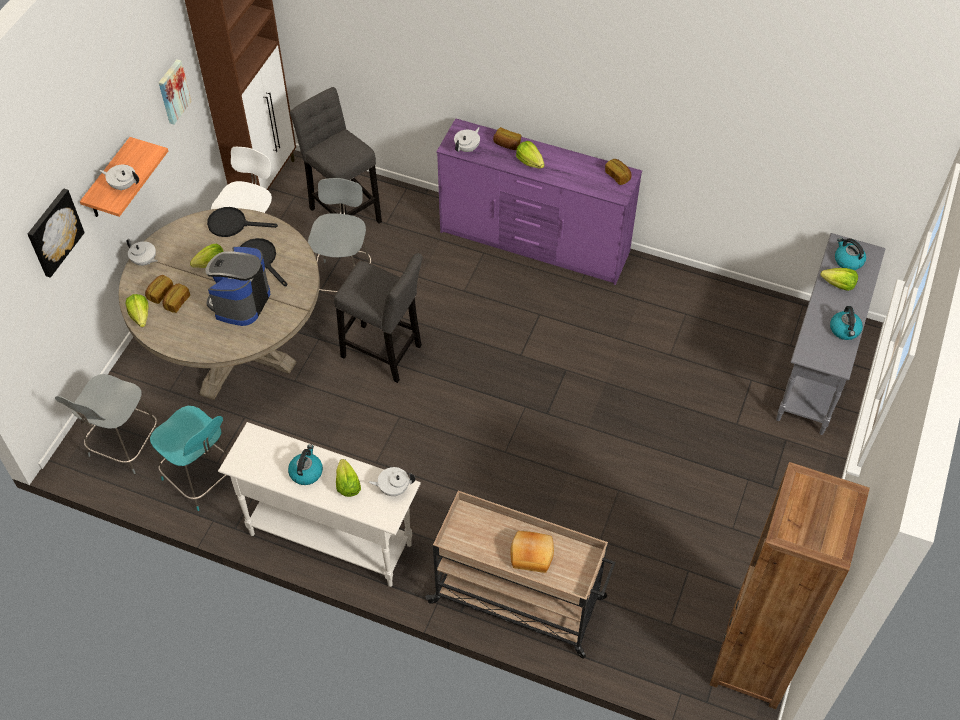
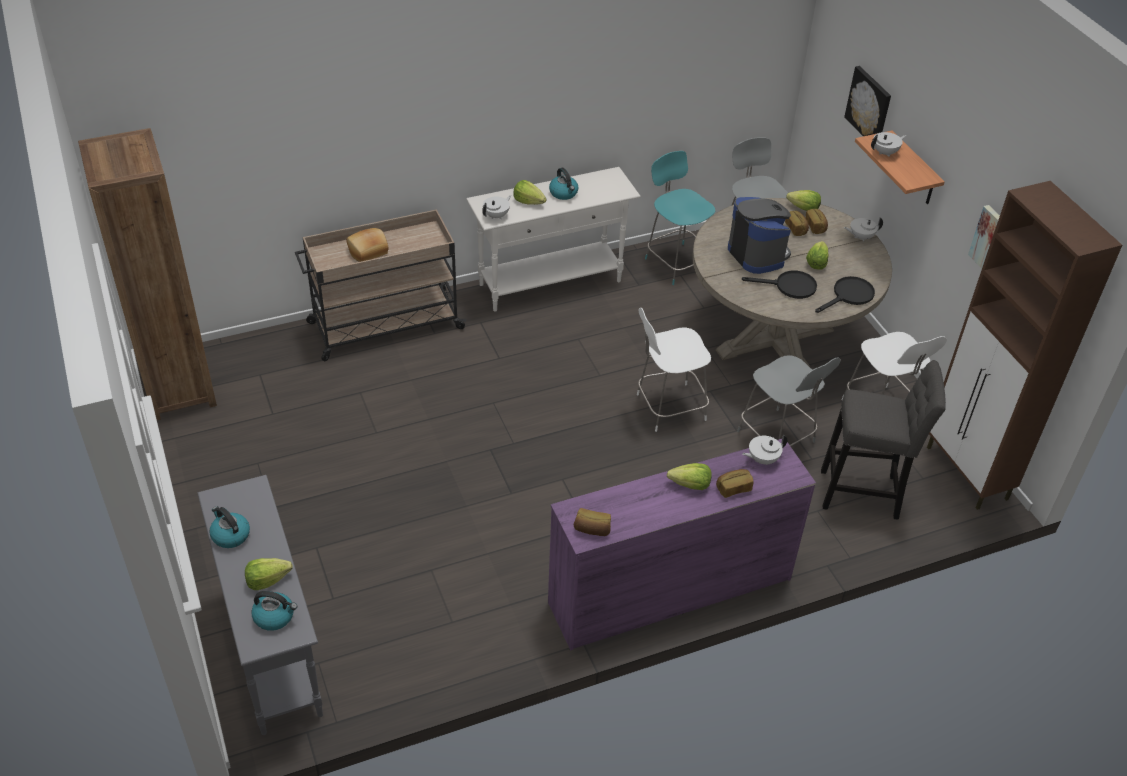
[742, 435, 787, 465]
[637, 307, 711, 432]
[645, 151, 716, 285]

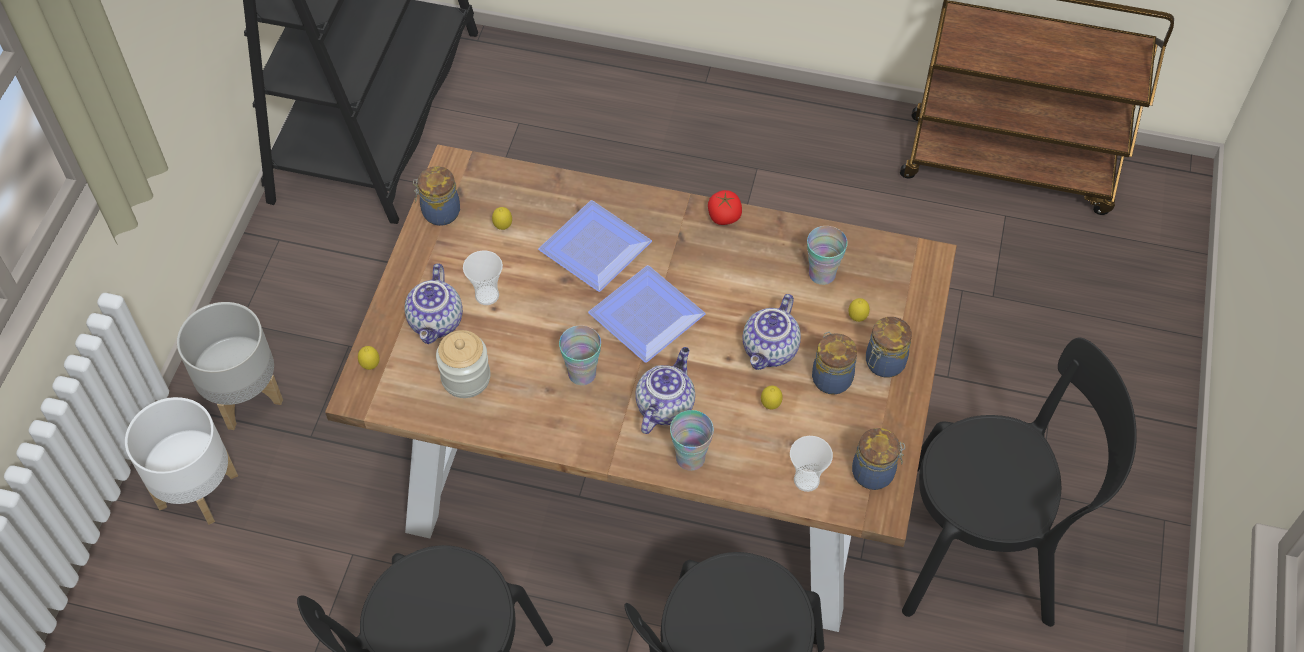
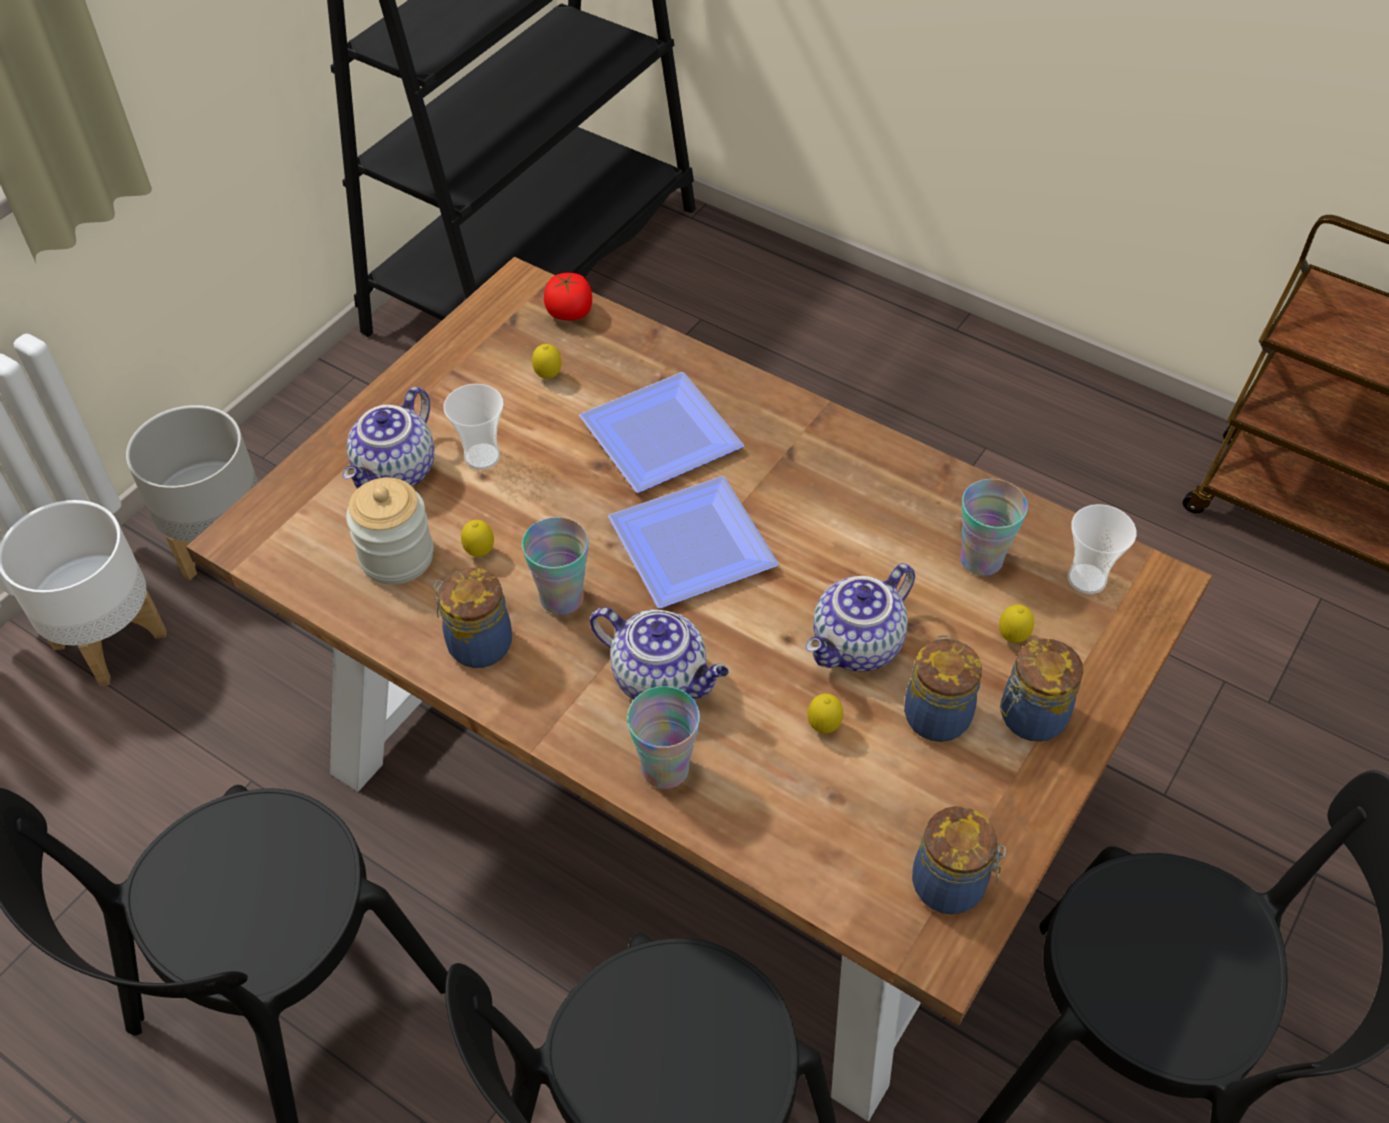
[433, 568, 512, 668]
[544, 273, 592, 320]
[461, 520, 494, 557]
[590, 607, 729, 700]
[1068, 504, 1137, 594]

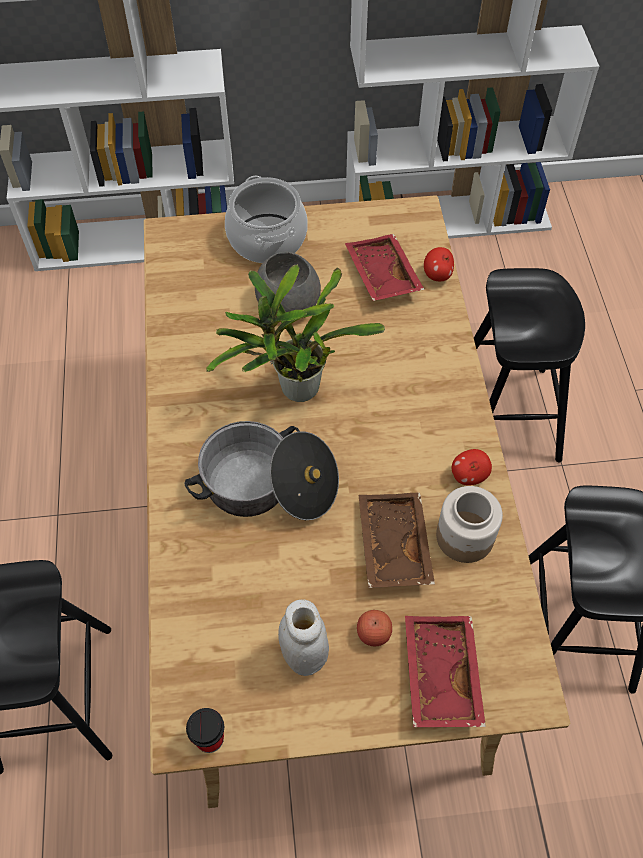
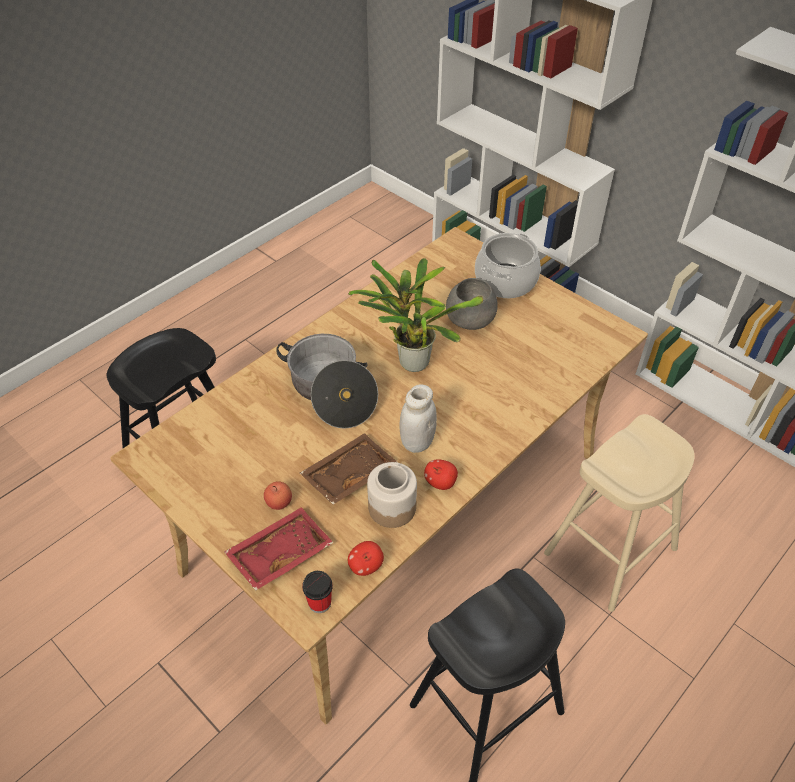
[345, 234, 425, 301] (first image)
[348, 541, 384, 576]
[544, 414, 695, 612]
[399, 384, 437, 453]
[302, 571, 333, 613]

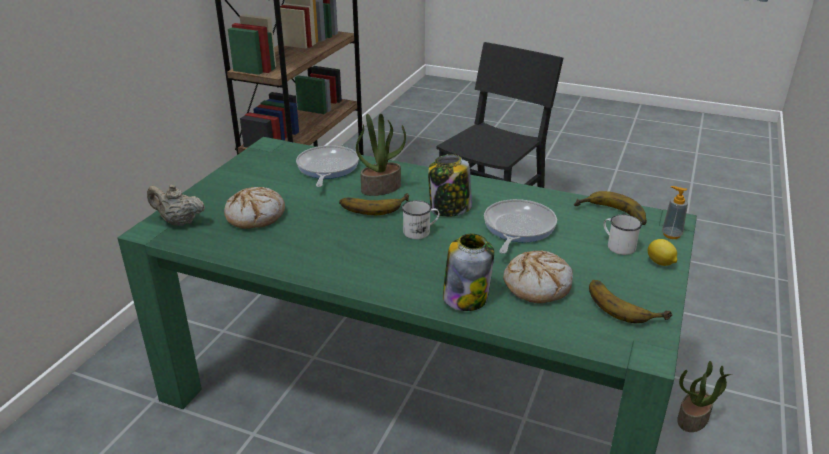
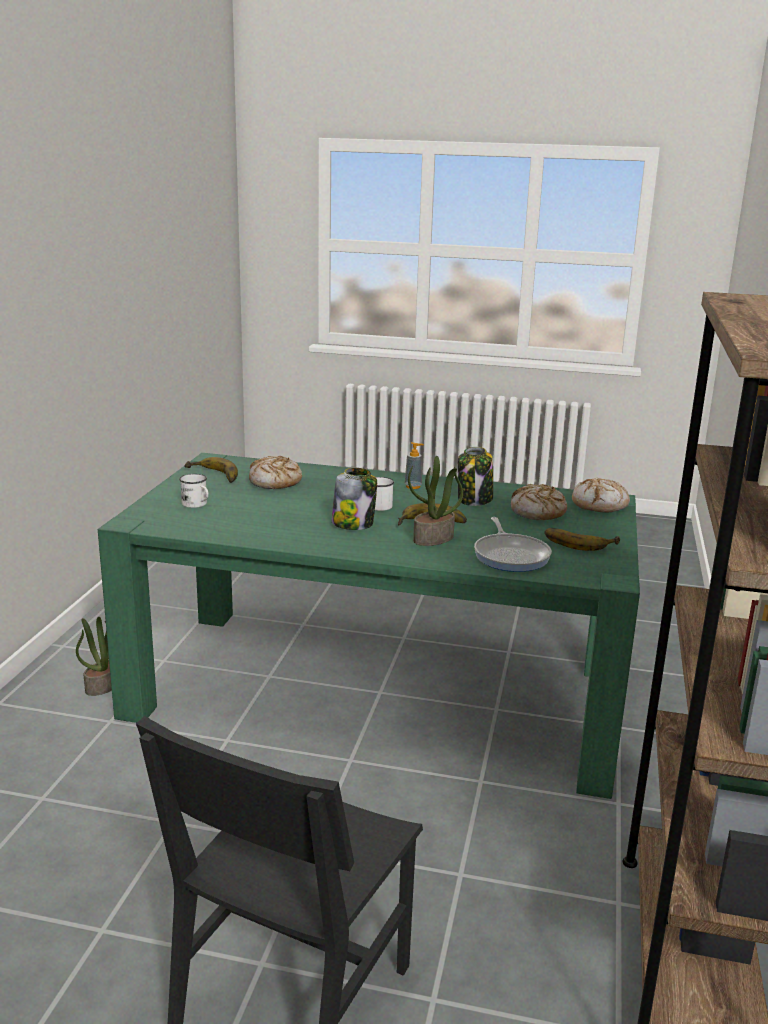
[572, 478, 630, 512]
[405, 442, 424, 489]
[544, 528, 620, 551]
[484, 199, 557, 254] (first image)
[458, 447, 493, 506]
[648, 239, 677, 266] (first image)

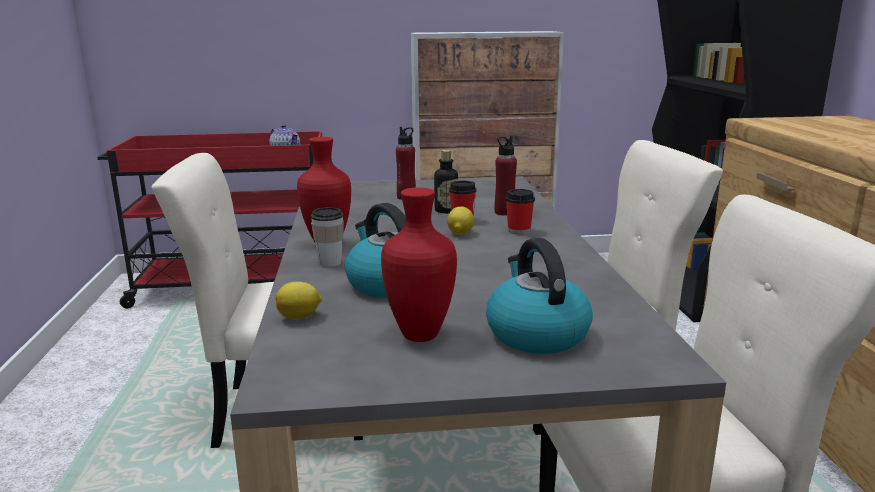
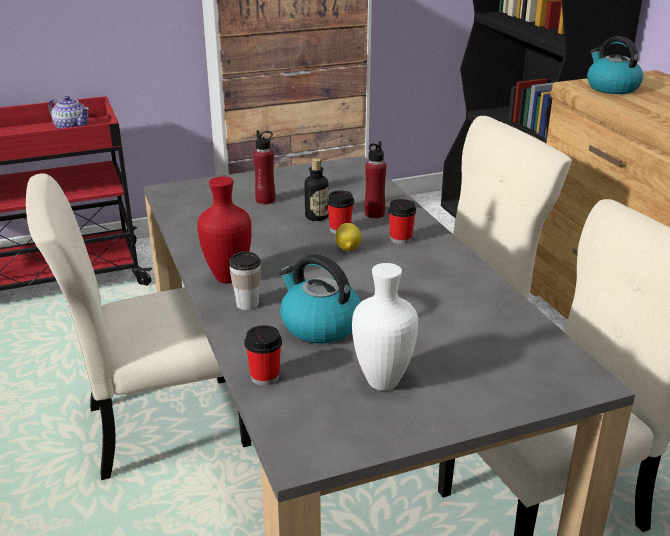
[352, 263, 418, 391]
[587, 36, 644, 94]
[245, 325, 282, 386]

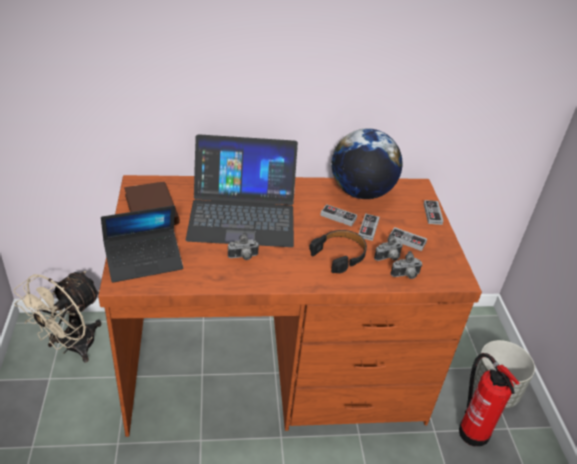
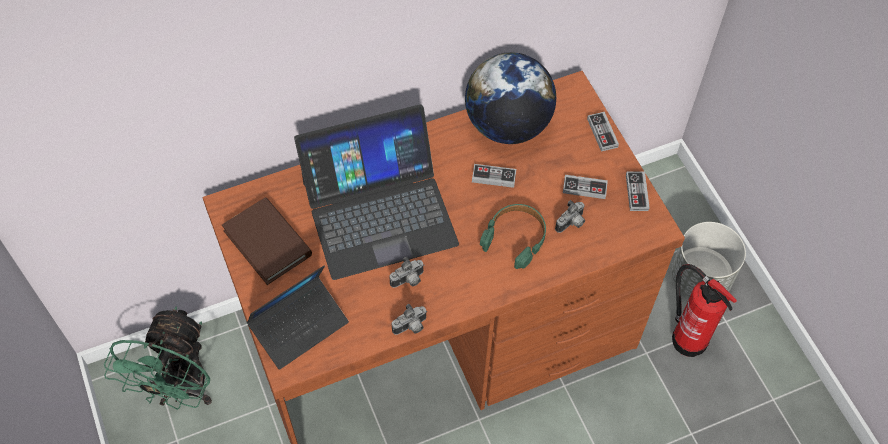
[626, 172, 650, 211]
[480, 204, 546, 269]
[392, 304, 427, 335]
[104, 306, 212, 410]

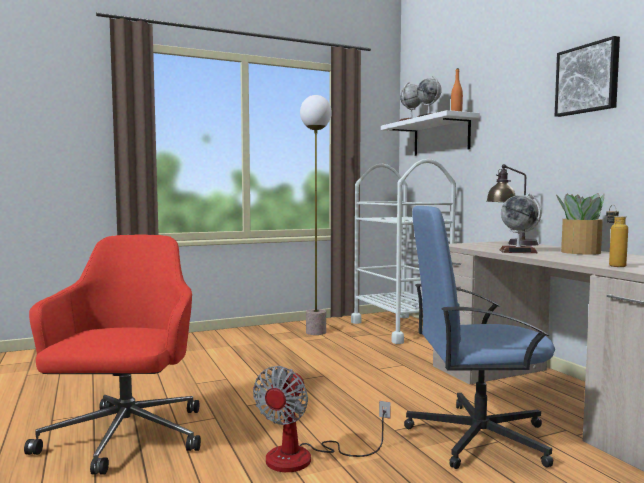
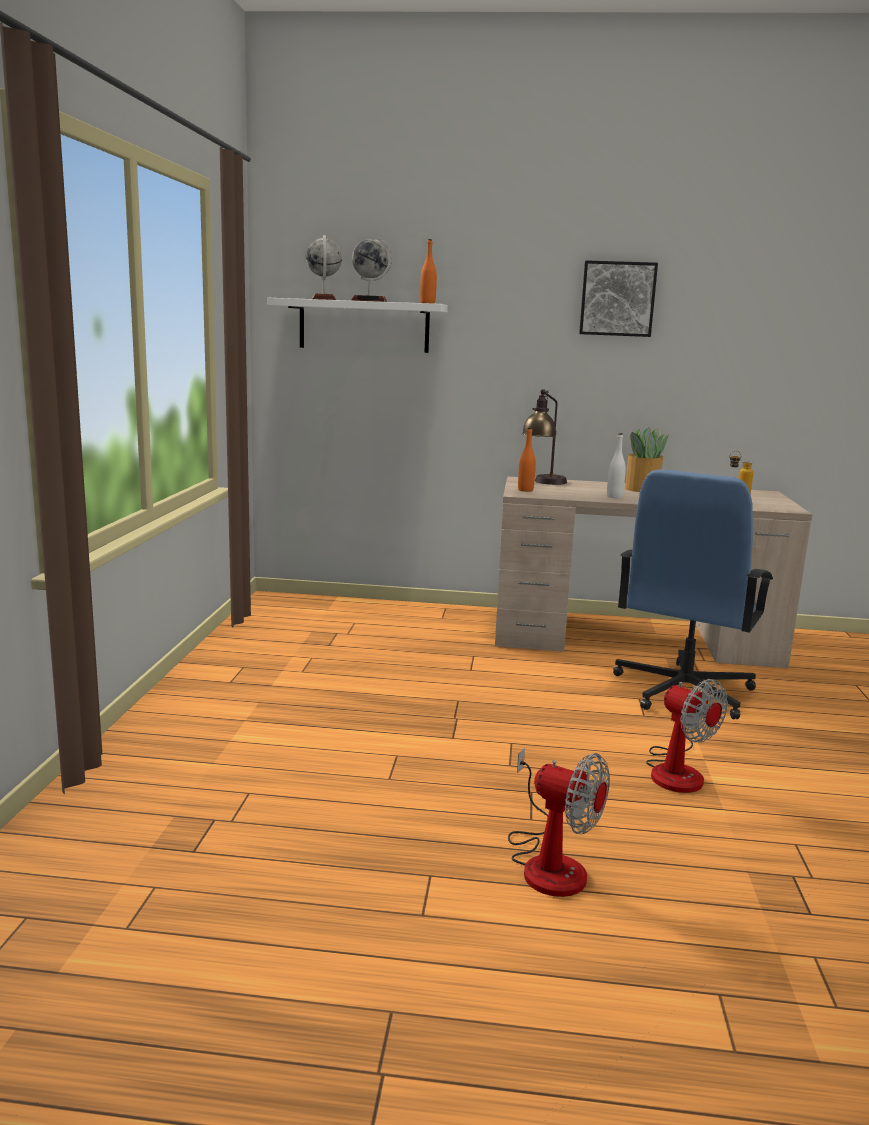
[300, 95, 332, 335] (first image)
[351, 159, 456, 344] (first image)
[607, 433, 626, 498]
[508, 748, 610, 897]
[518, 428, 536, 492]

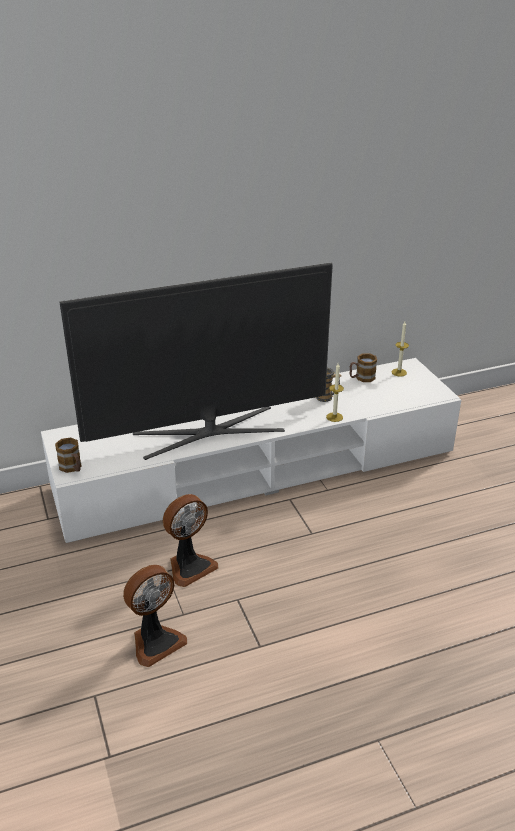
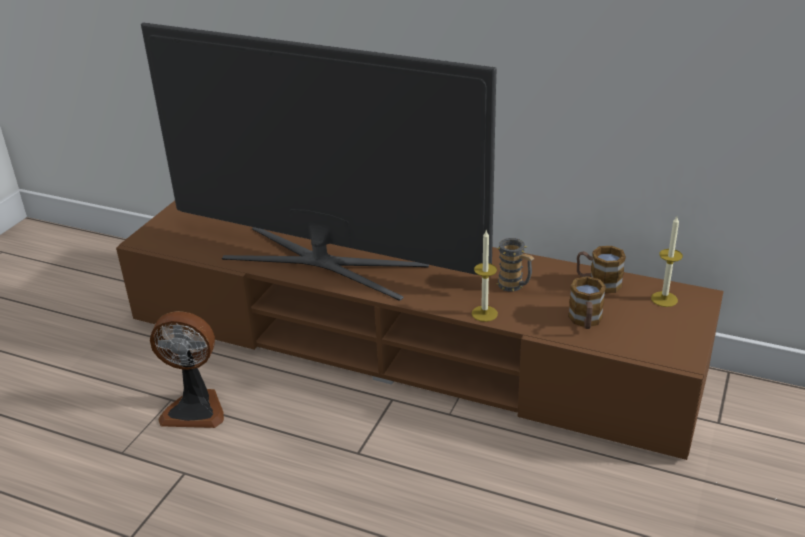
[116, 201, 724, 460]
[568, 276, 606, 329]
[123, 565, 187, 667] (first image)

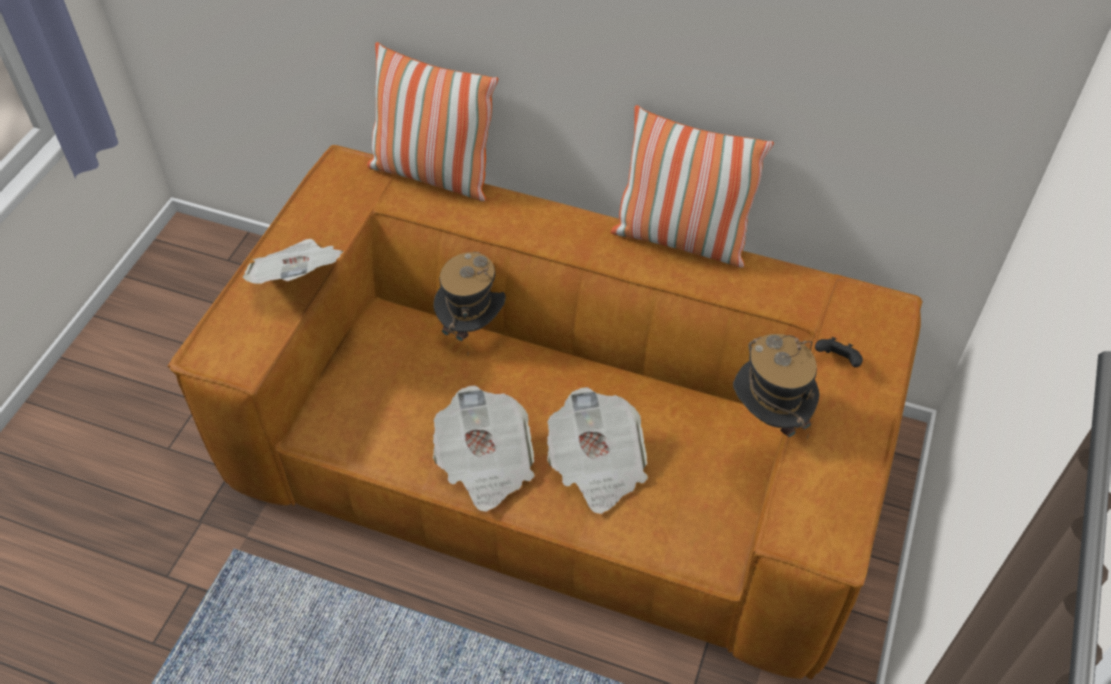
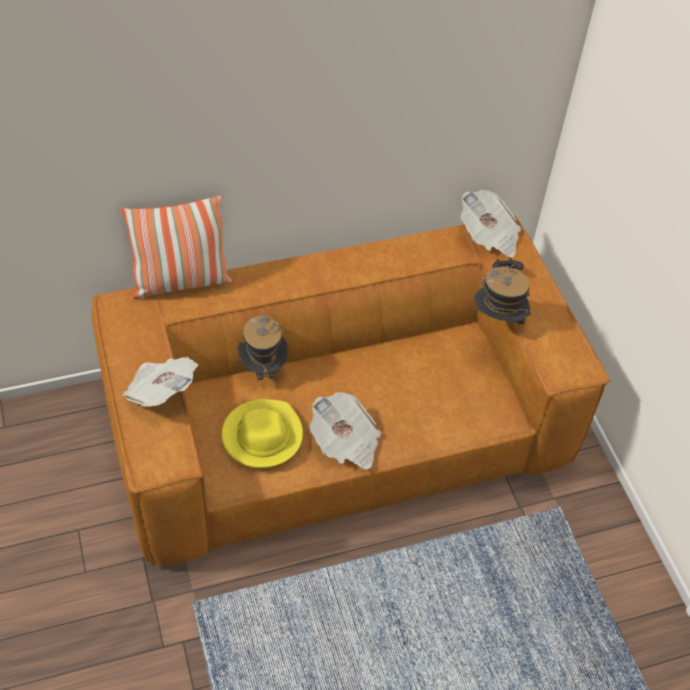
[611, 105, 774, 268] (first image)
[460, 190, 521, 257]
[221, 399, 303, 468]

